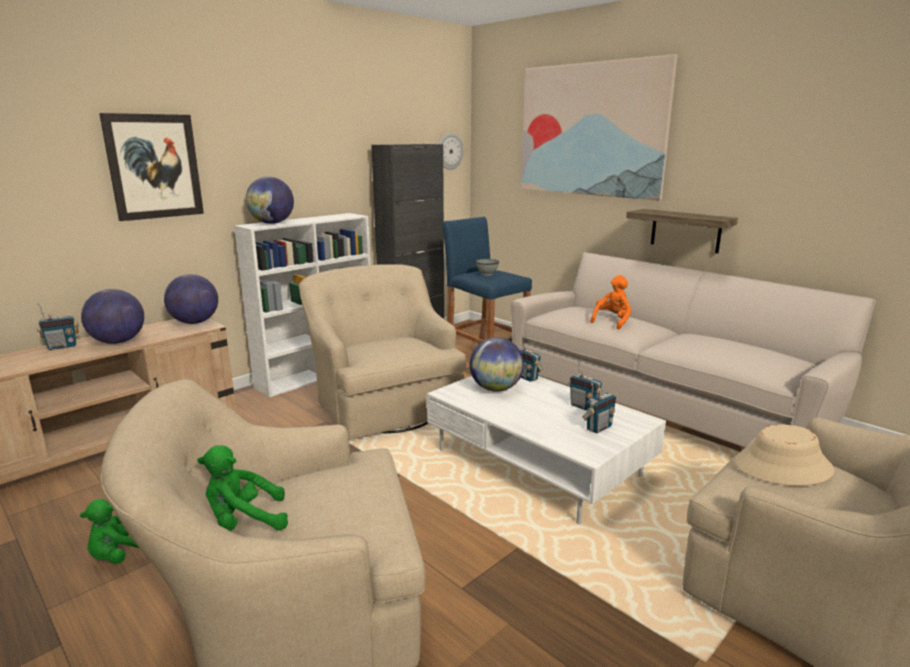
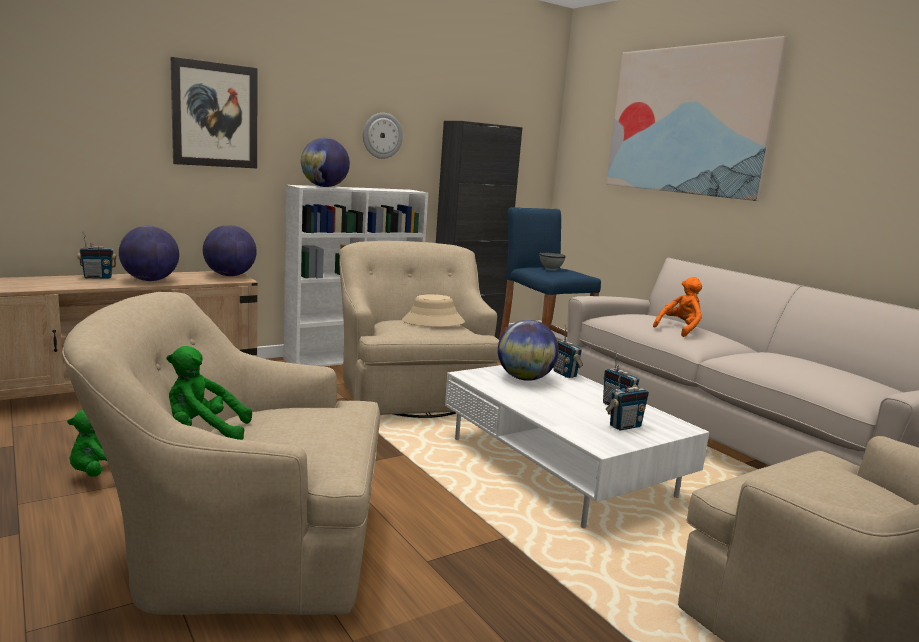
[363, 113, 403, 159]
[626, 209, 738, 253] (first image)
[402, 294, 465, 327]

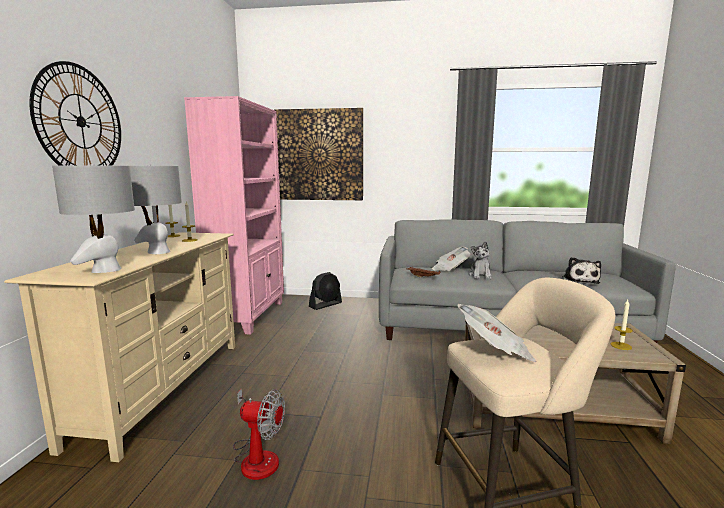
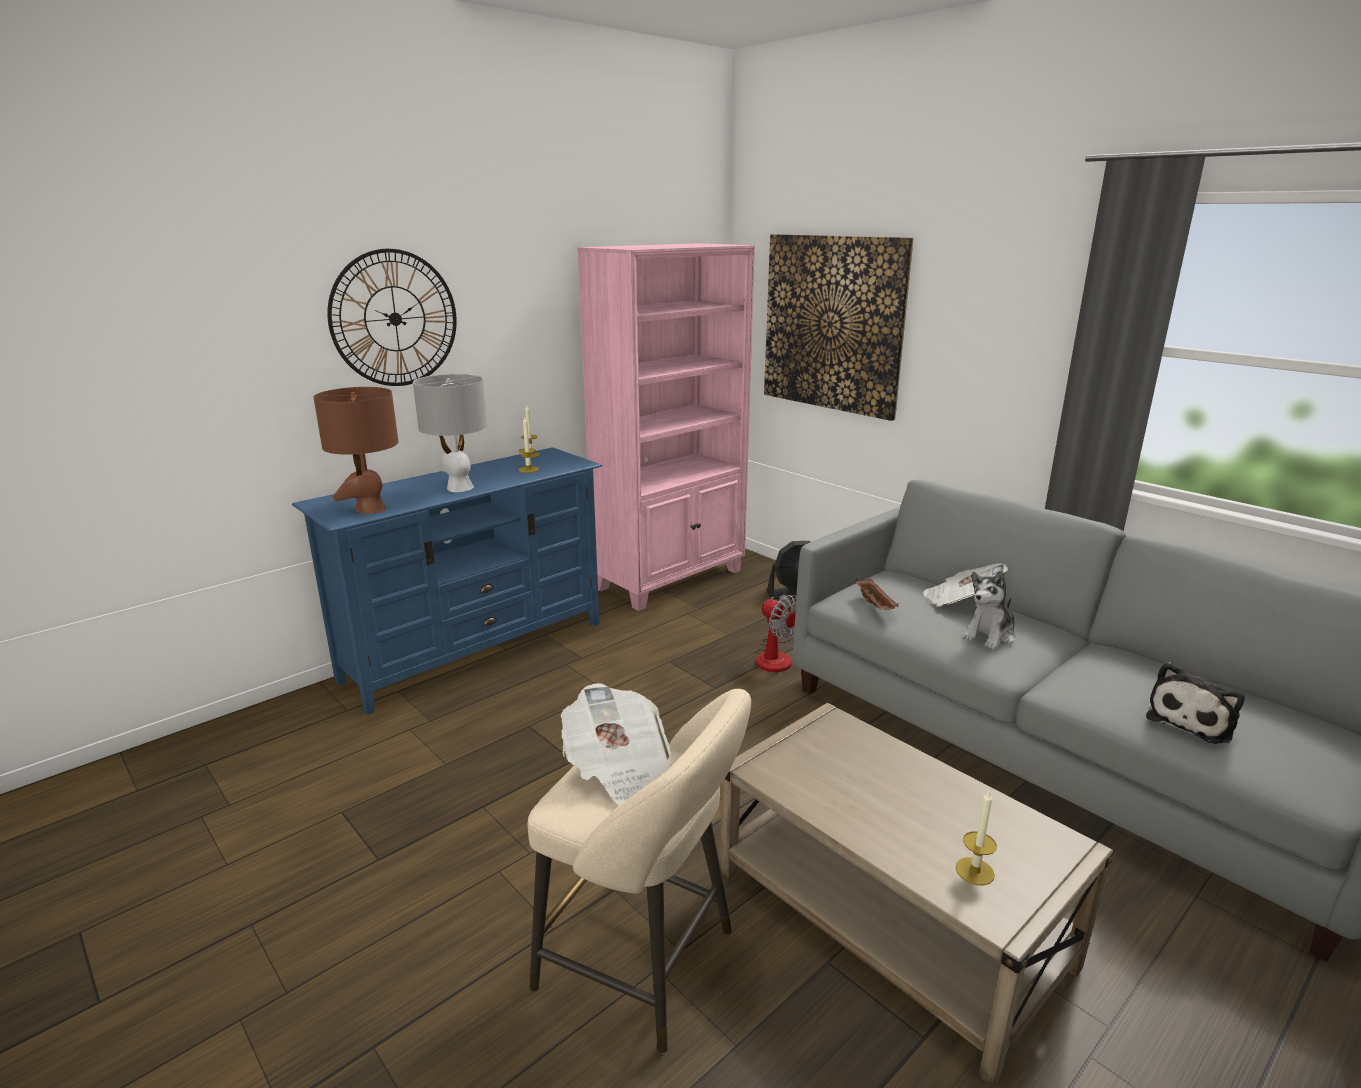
[313, 387, 399, 514]
[292, 447, 602, 715]
[755, 594, 796, 672]

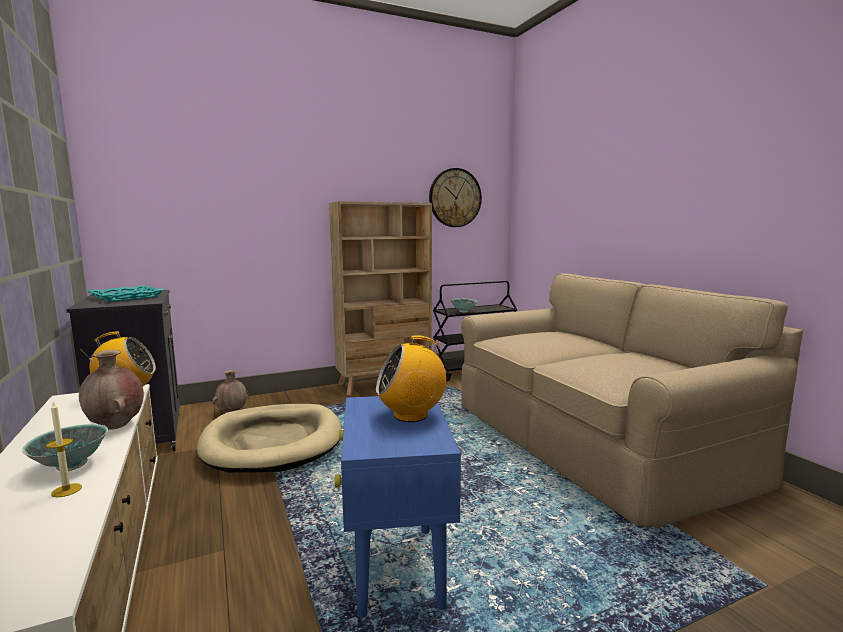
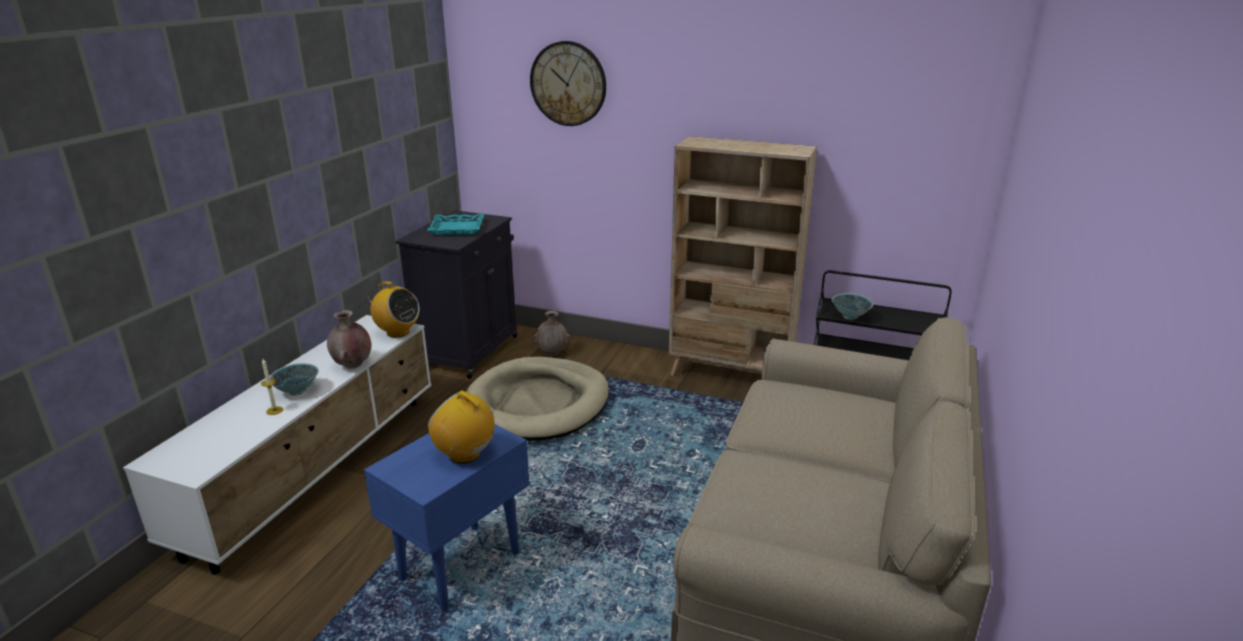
[530, 41, 606, 126]

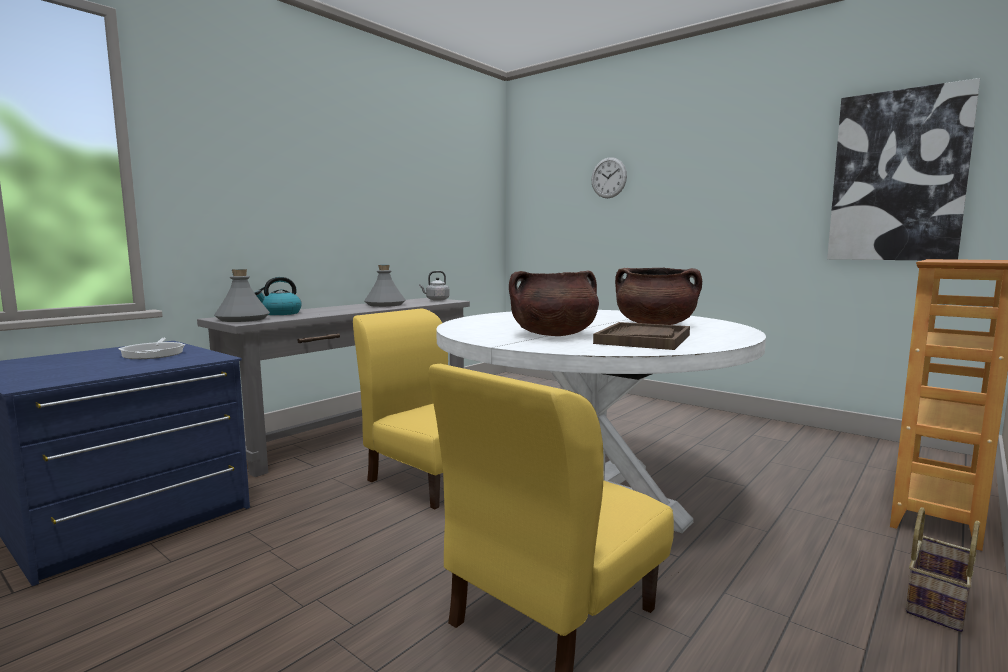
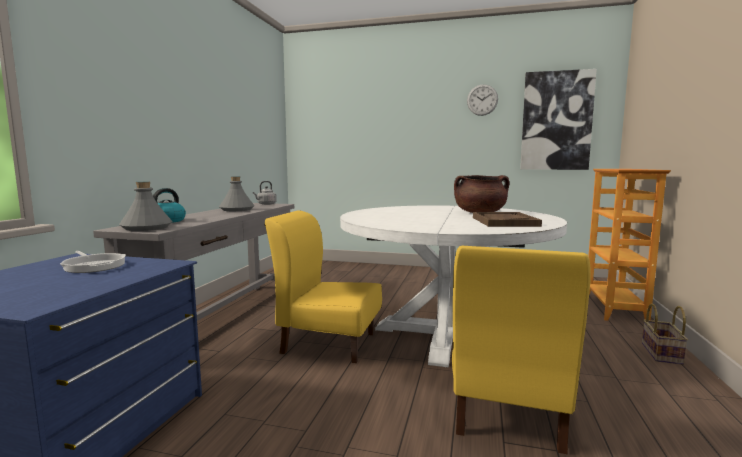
[467, 84, 498, 116]
[509, 270, 599, 336] (first image)

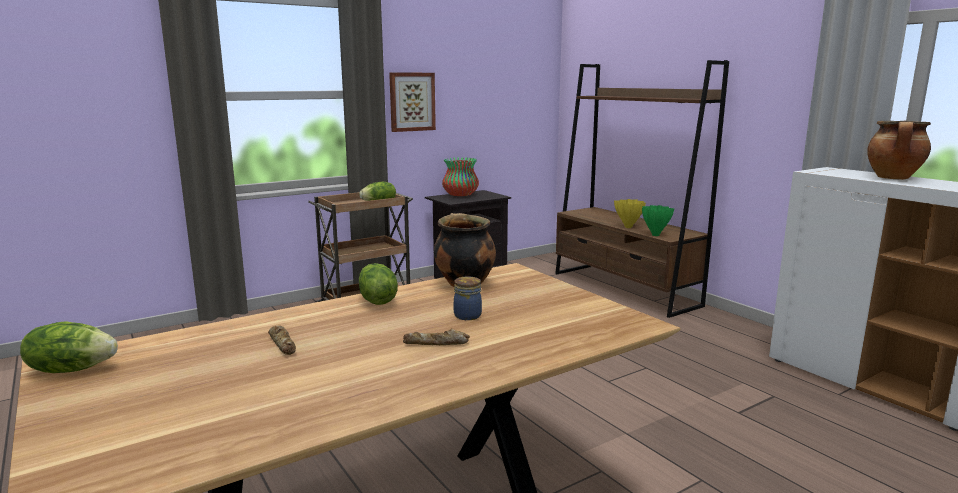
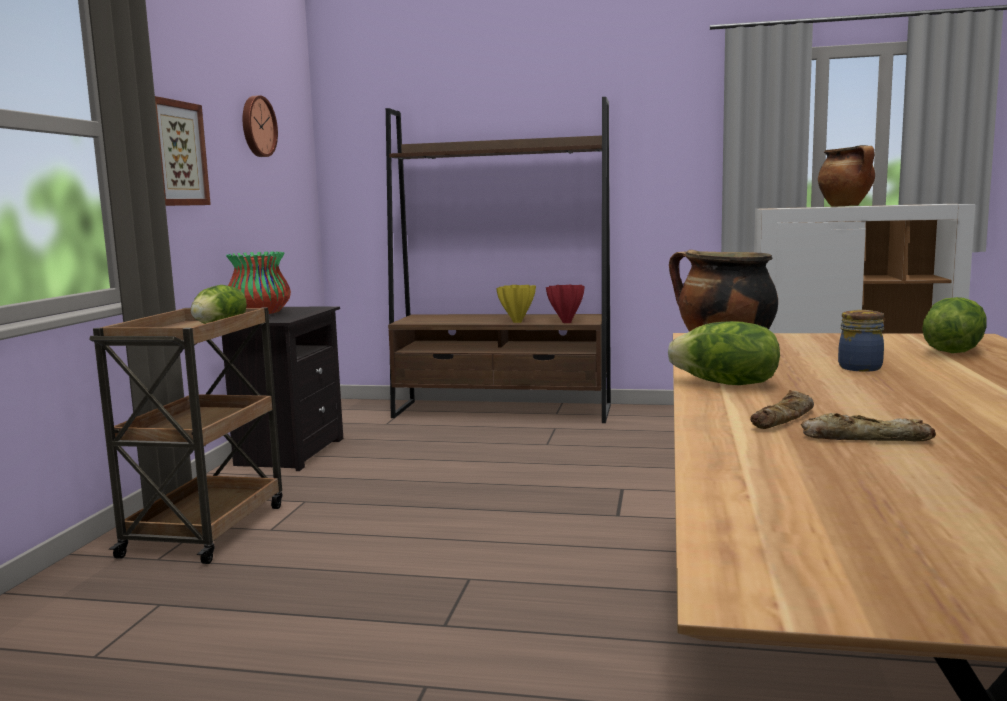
[546, 285, 585, 323]
[922, 297, 987, 353]
[750, 390, 814, 429]
[243, 95, 278, 157]

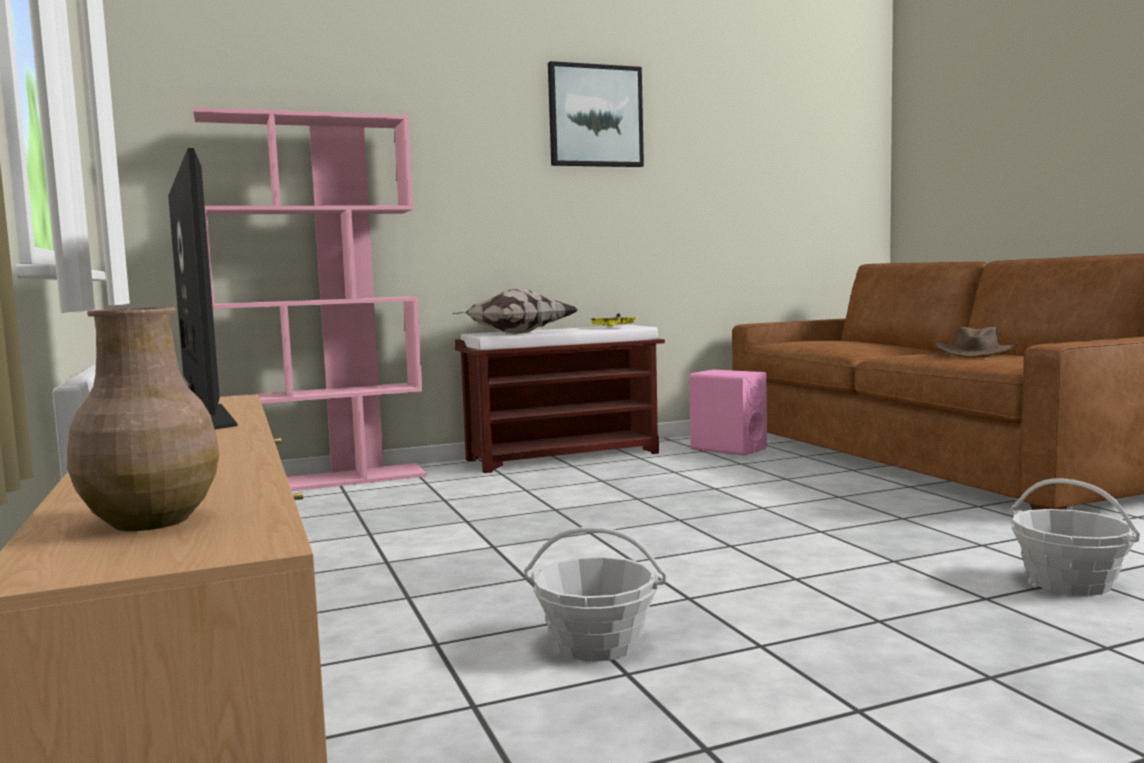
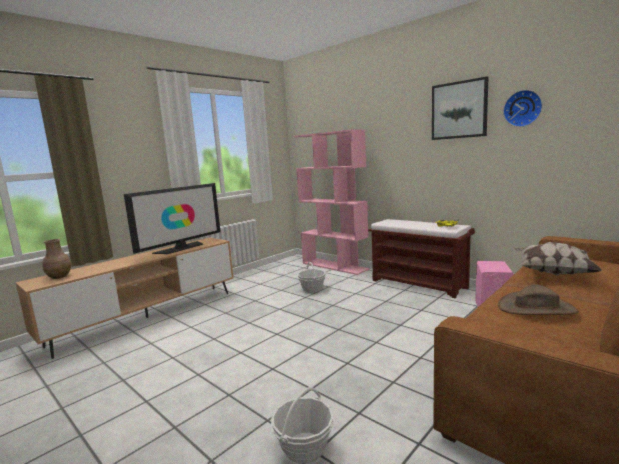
[515, 242, 602, 276]
[297, 262, 326, 292]
[503, 90, 543, 127]

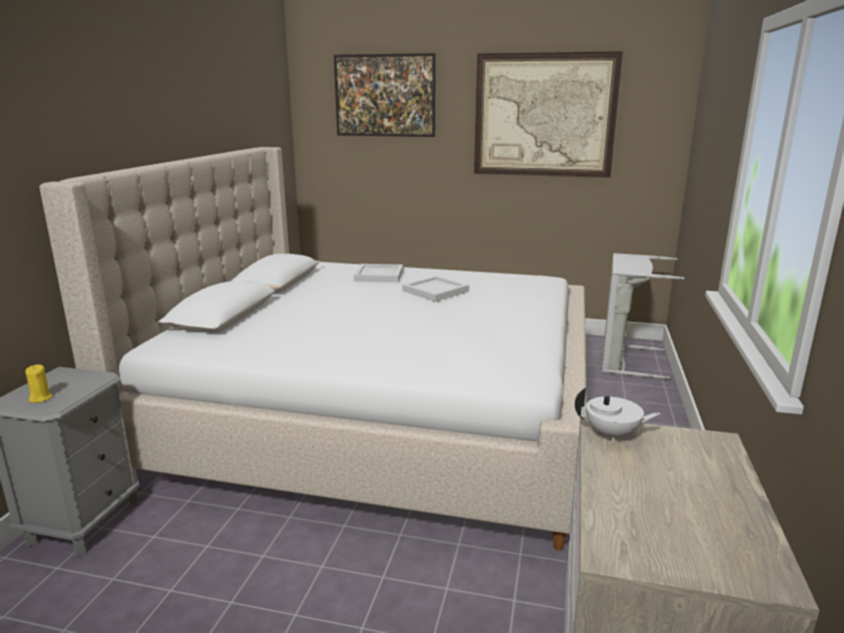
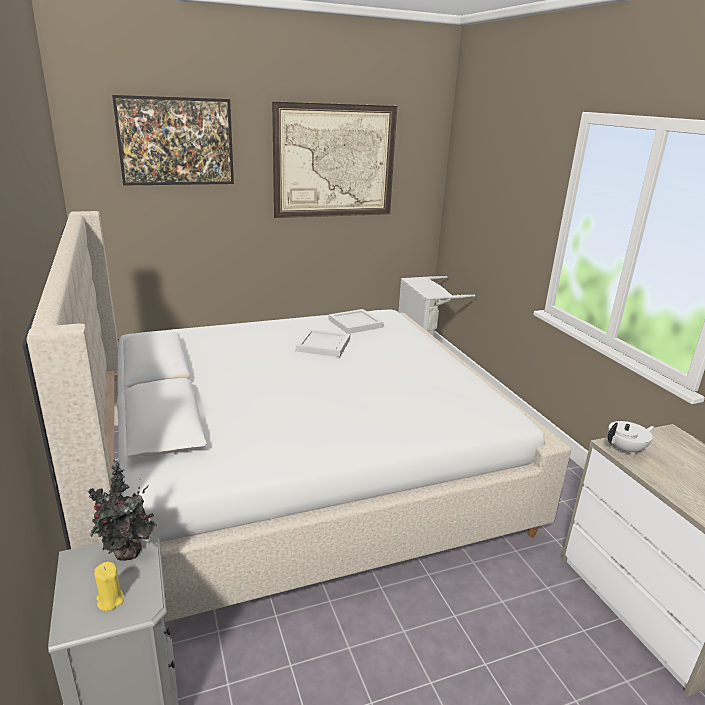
[328, 309, 384, 334]
[88, 458, 158, 561]

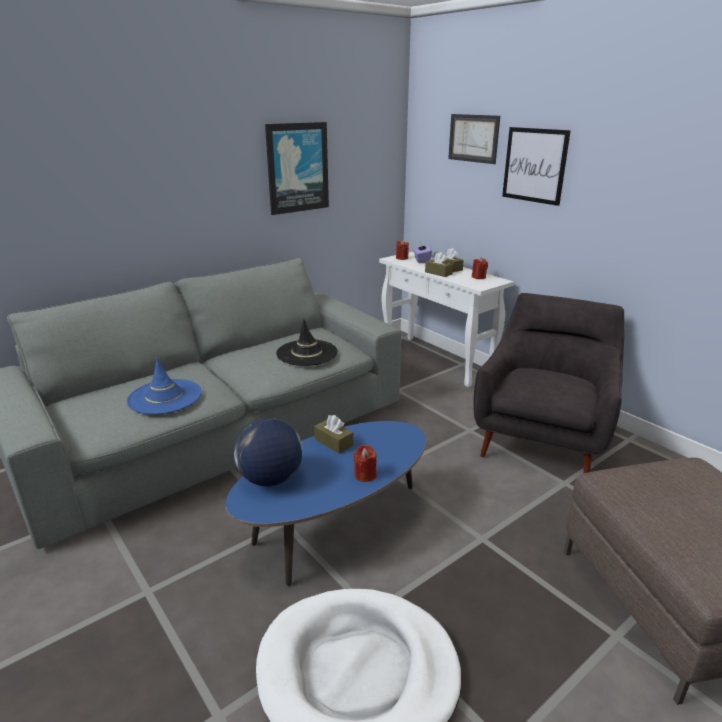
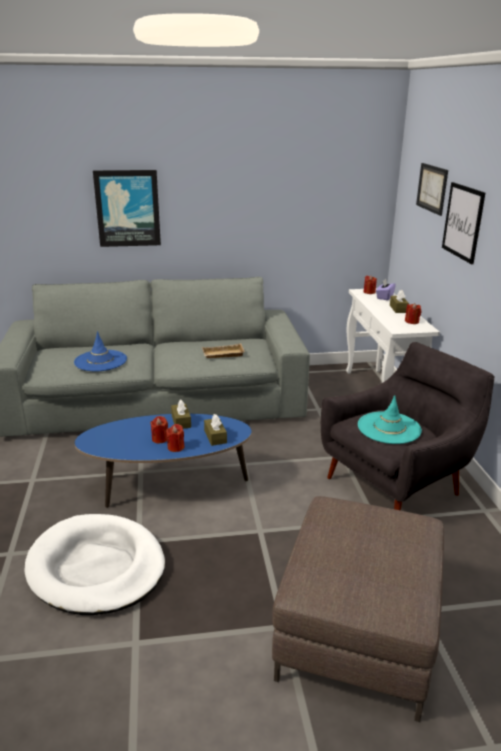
[93, 170, 161, 247]
[204, 414, 227, 446]
[202, 343, 245, 358]
[234, 418, 303, 486] (first image)
[358, 395, 422, 444]
[150, 416, 168, 443]

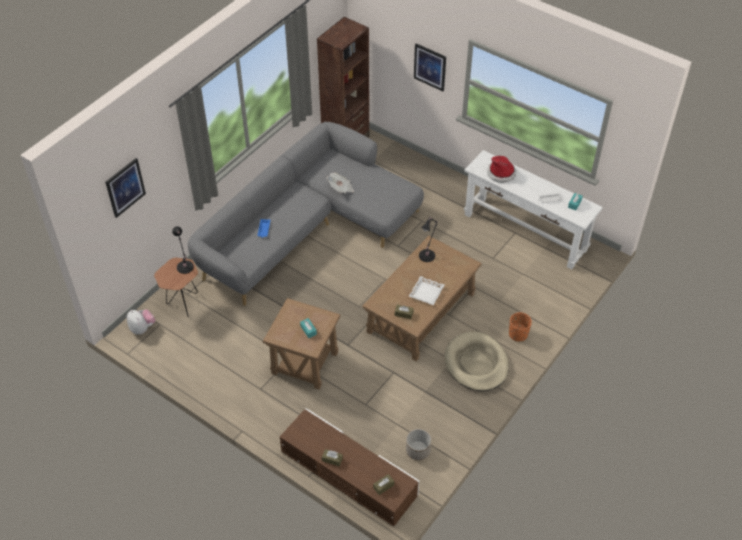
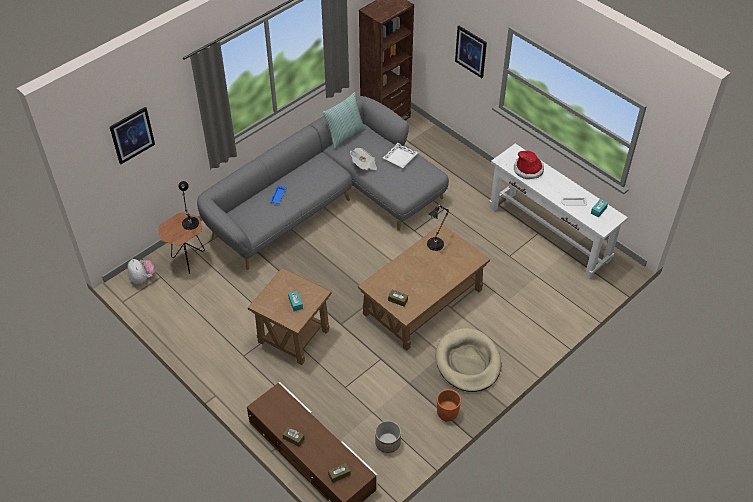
[383, 143, 418, 168]
[437, 389, 461, 421]
[323, 92, 366, 149]

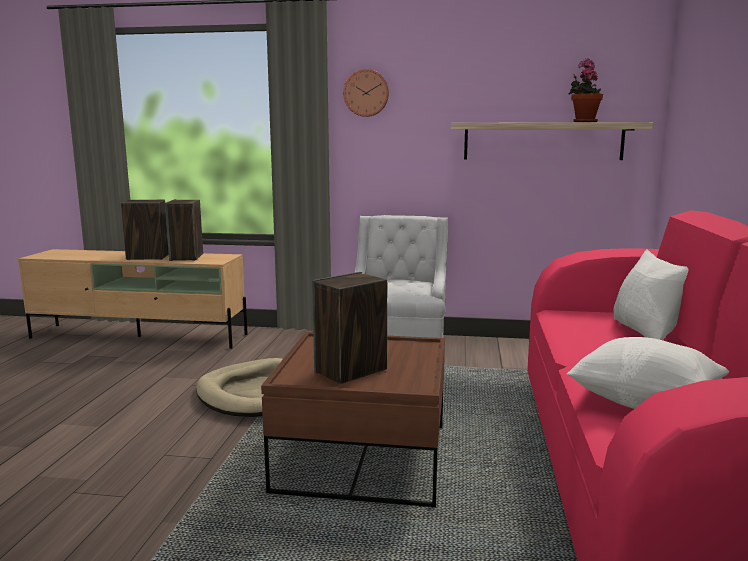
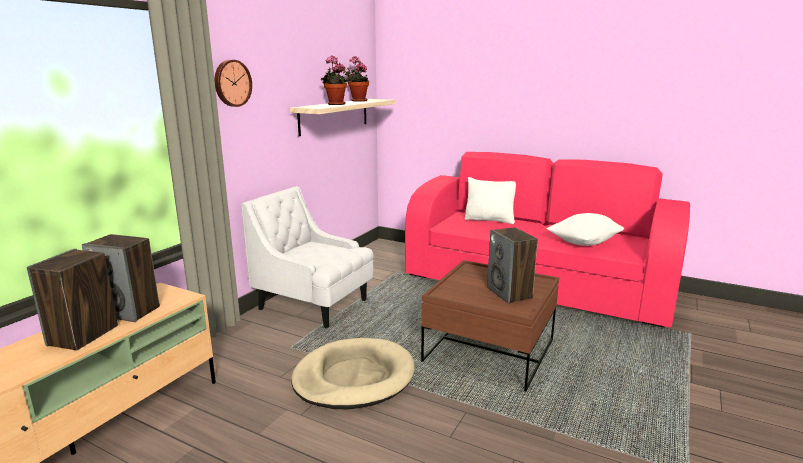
[321, 55, 350, 105]

